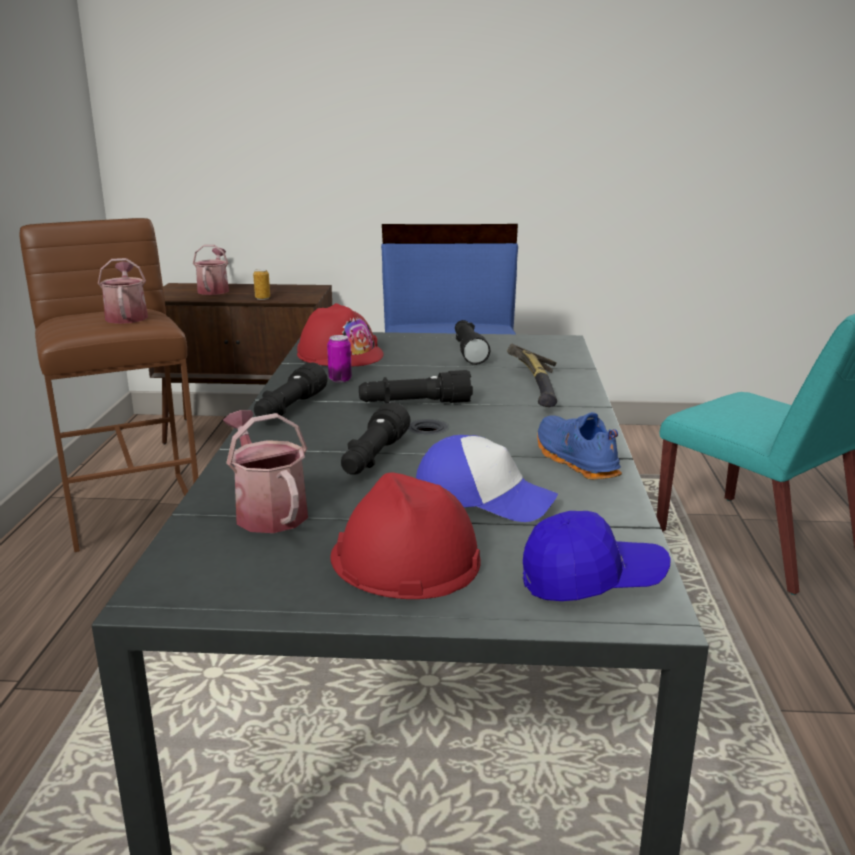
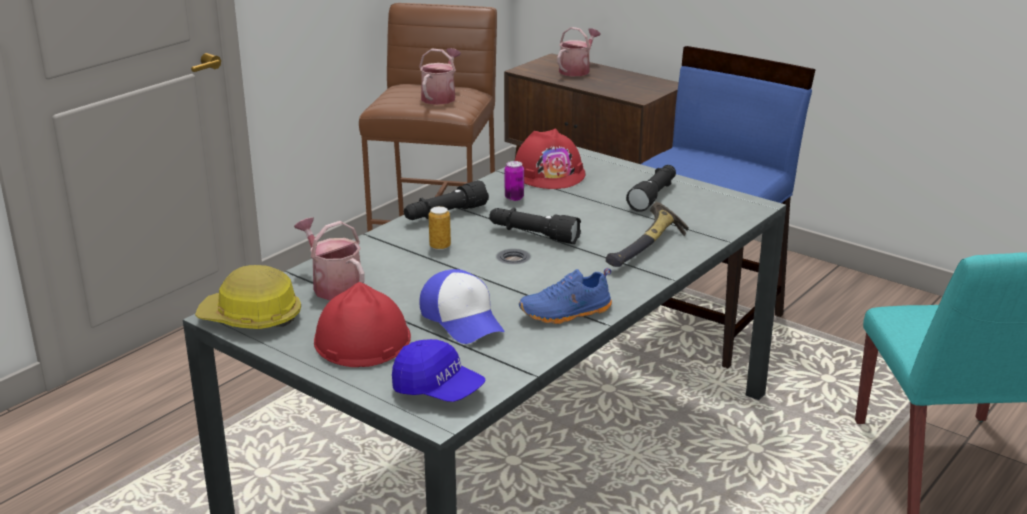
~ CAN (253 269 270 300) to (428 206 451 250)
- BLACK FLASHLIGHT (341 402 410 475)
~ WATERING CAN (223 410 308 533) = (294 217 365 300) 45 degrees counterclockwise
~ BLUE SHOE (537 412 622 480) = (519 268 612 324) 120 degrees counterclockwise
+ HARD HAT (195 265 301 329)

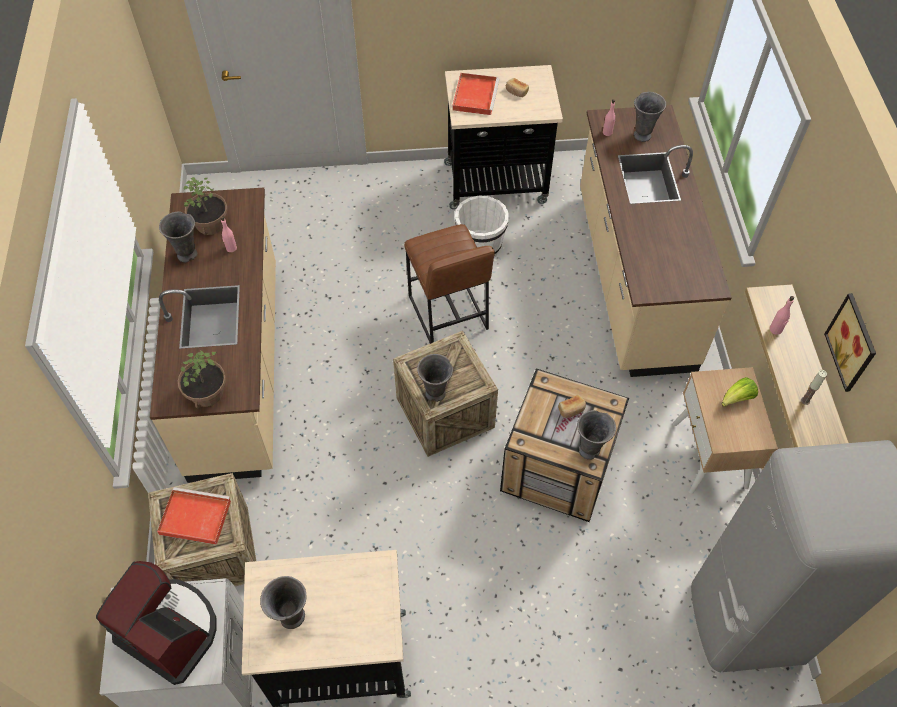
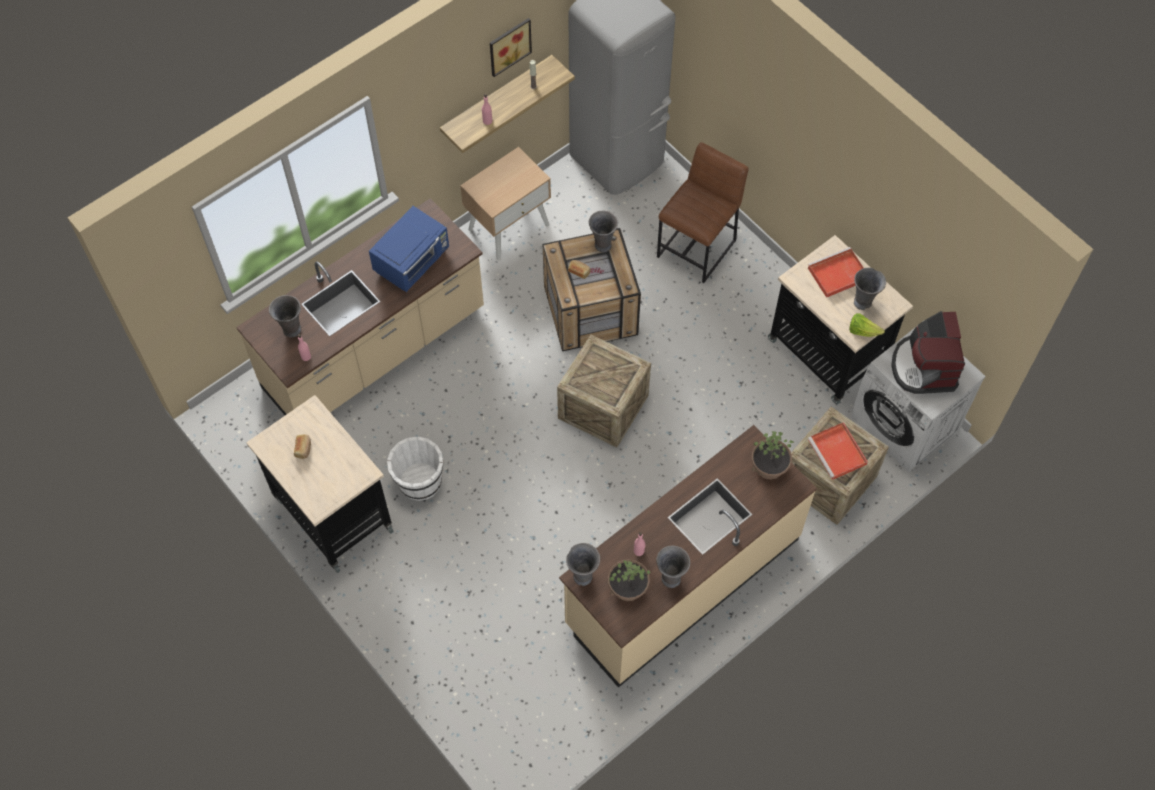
~ RED TRAY (452 73 500 115) to (808 247 864 298)
~ BROWN CHAIR (404 224 495 344) to (657 142 749 283)
~ GREY VASE (417 354 453 402) to (566 543 600 586)
~ LETTUCE (722 377 758 407) to (849 313 885 337)
+ BLUE MICROWAVE (369 206 449 292)

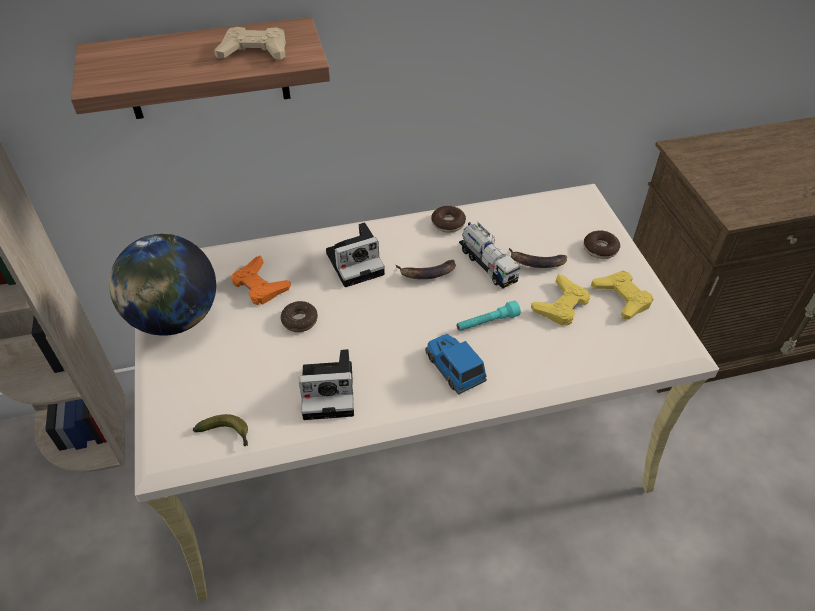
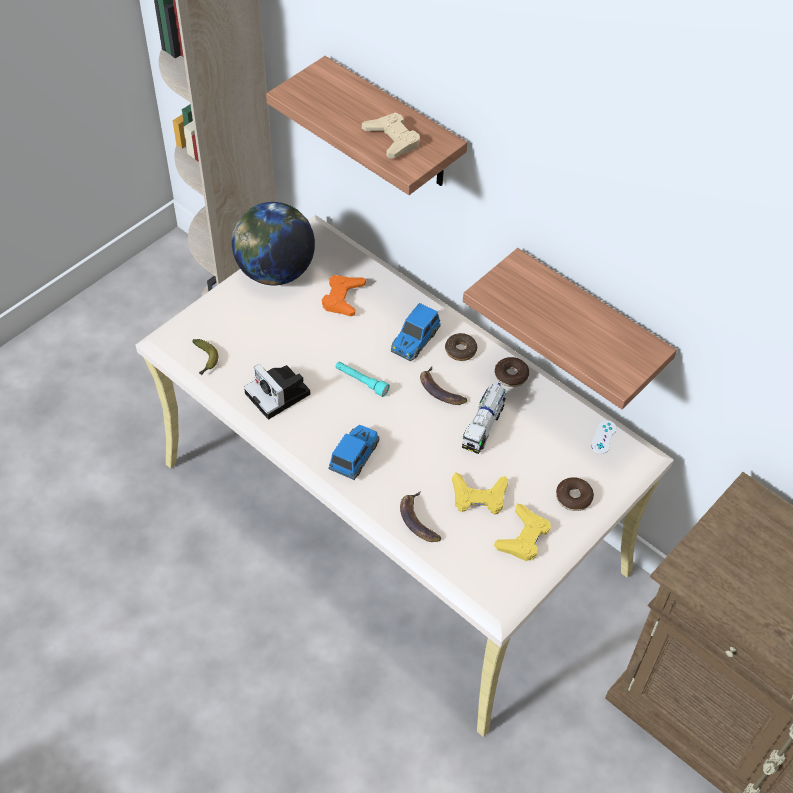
~ PHOTO CAMERA (326 222 385 287) to TOY CAR (391 303 441 361)
~ BANANA (509 248 567 268) to (400 491 441 542)
~ DONUT (281 301 318 332) to (445 333 477 361)
~ TURQUOISE FLASHLIGHT (457 301 521 331) to (335 362 390 397)
+ SHELF (463 248 677 410)
+ WHITE GAME CONTROLLER (591 420 617 454)

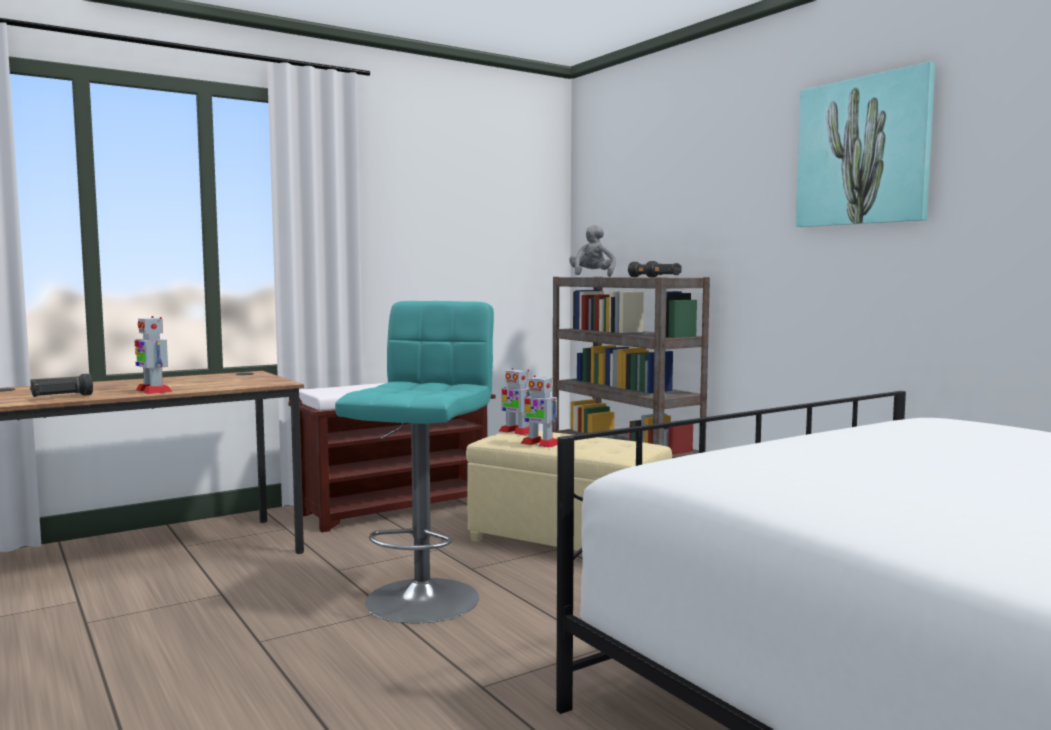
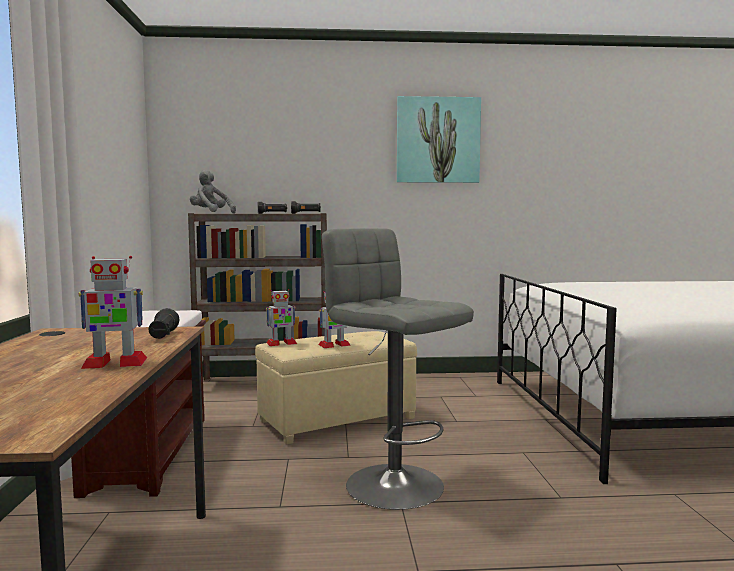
~ TURQUOISE STOOL (335 301 494 623) to GREY STOOL (322 228 474 510)
~ BLACK FLASHLIGHT (30 374 93 397) to (148 308 179 339)

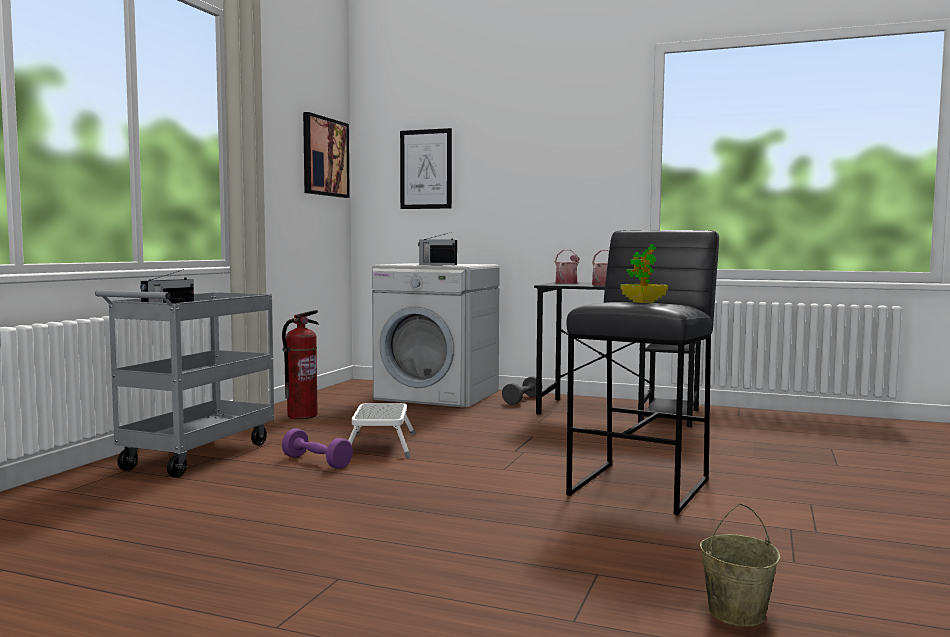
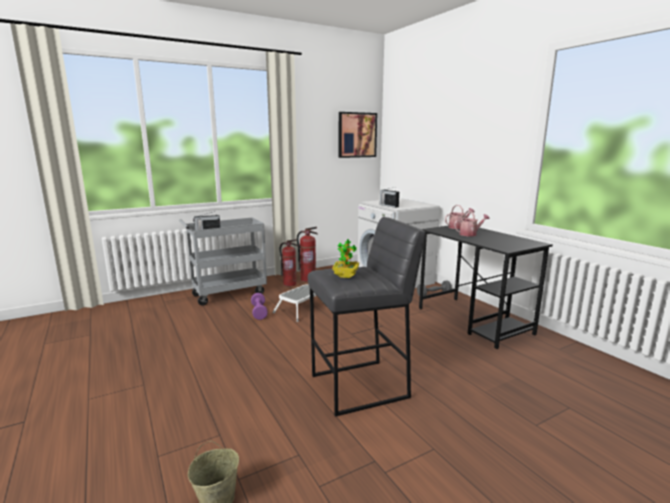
- PICTURE (400 128 452 209)
+ FIRE EXTINGUISHER (279 239 297 286)

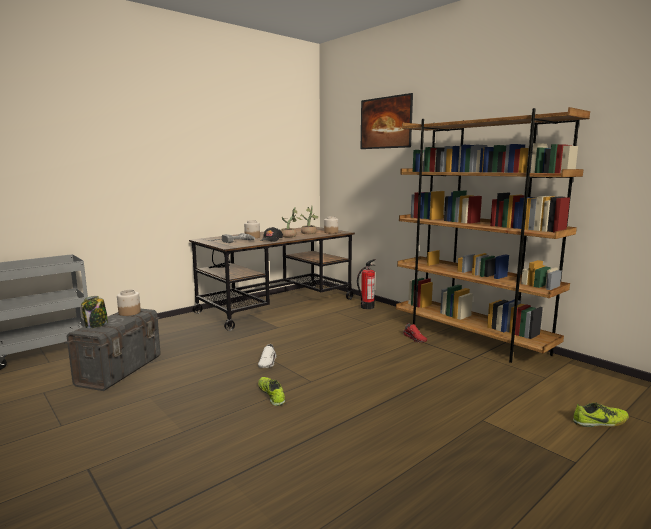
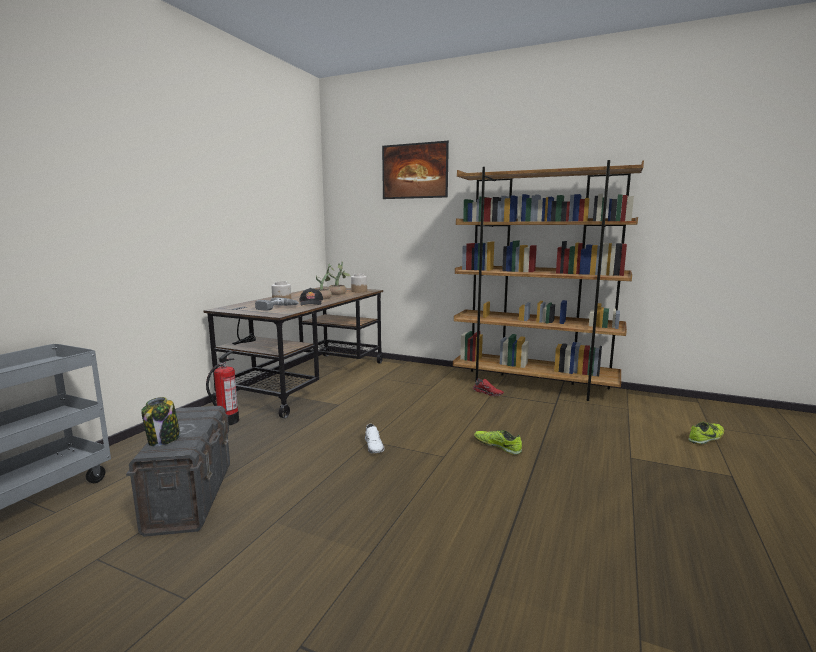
~ FIRE EXTINGUISHER (357 259 376 309) to (206 350 239 425)
- JAR (117 289 141 316)
~ SHOE (258 377 285 406) to (474 430 522 455)

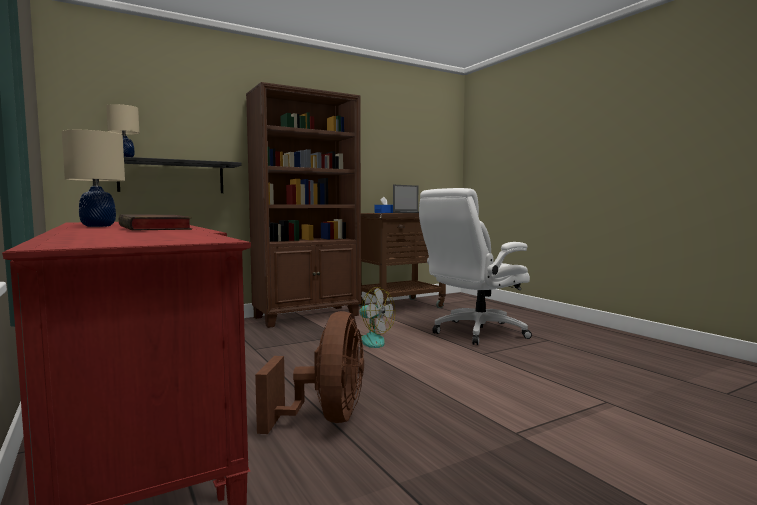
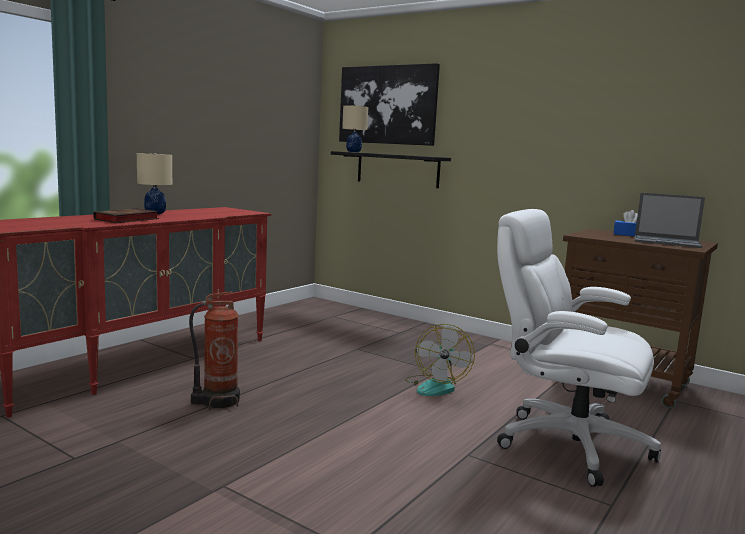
- BROWN BOOKCASE (246 82 361 328)
~ BROWN FAN (255 311 364 434) to FIRE EXTINGUISHER (189 291 240 409)
+ PICTURE (339 63 440 146)

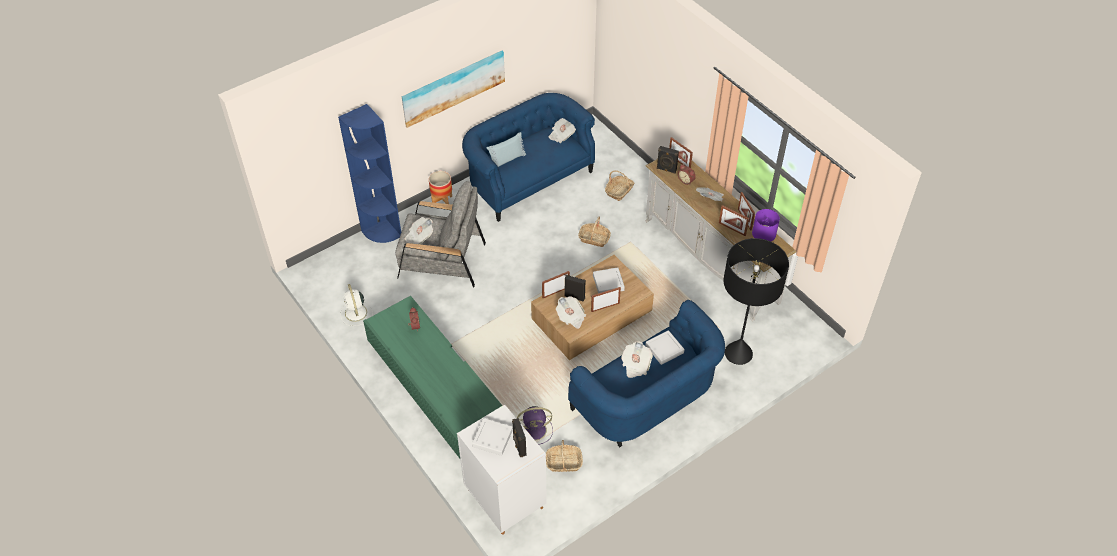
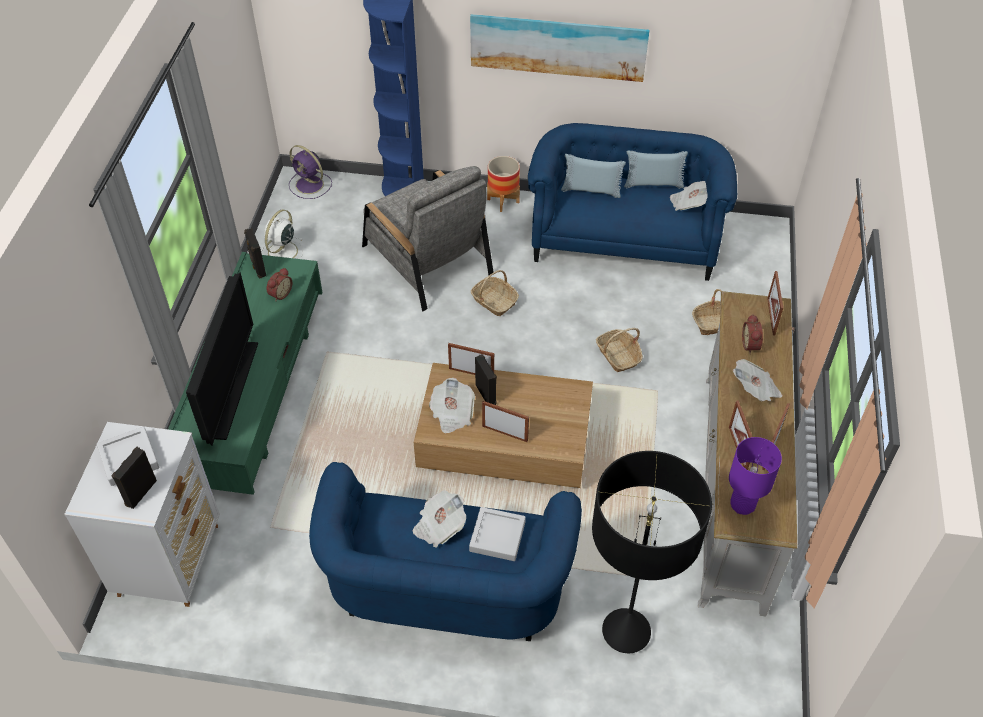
~ BLACK SPEAKER (657 146 679 174) to (244 228 266 278)
- NEWSPAPER (405 217 433 244)
- GREY TRAY (593 267 625 293)
~ PURPLE FAN (517 406 553 445) to (289 145 332 199)
~ BASKET (546 440 583 472) to (471 270 519 316)
+ BLUE PILLOW (624 150 688 189)
+ TELEVISION (186 272 258 445)

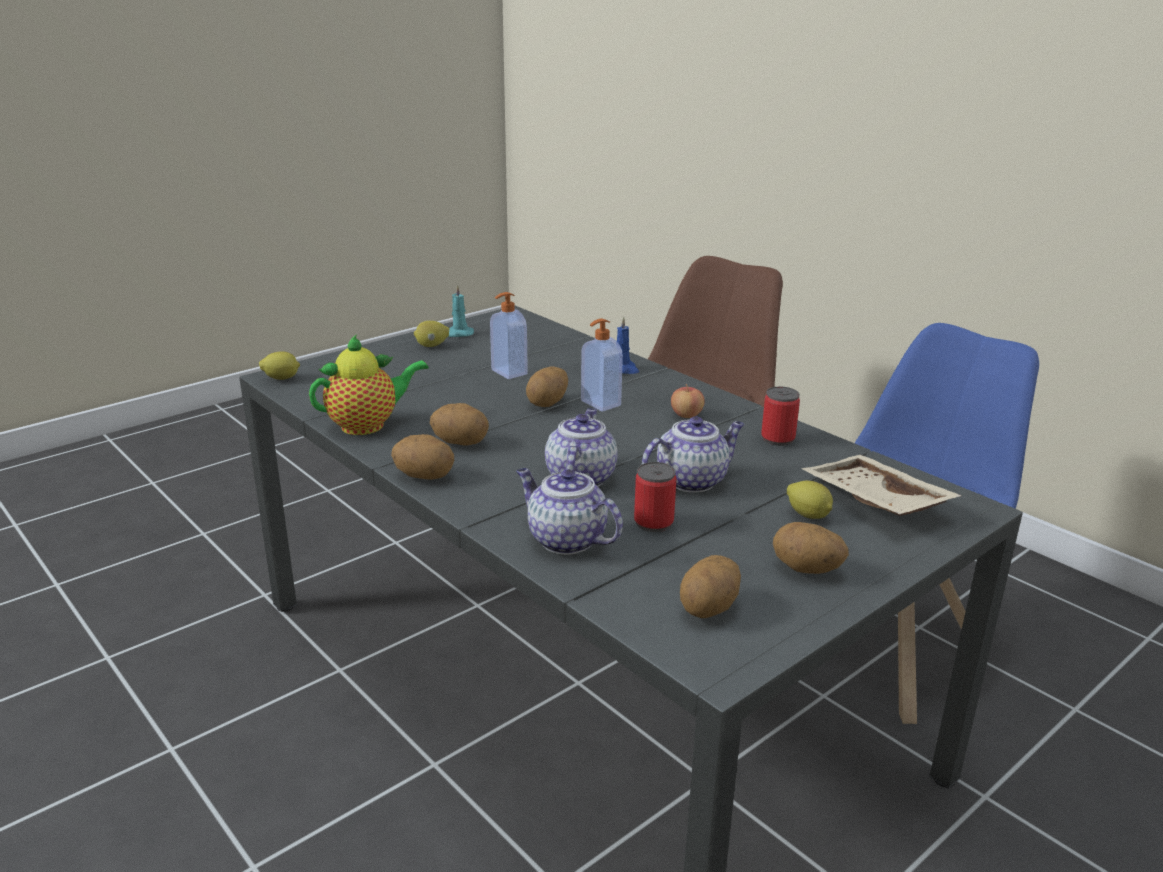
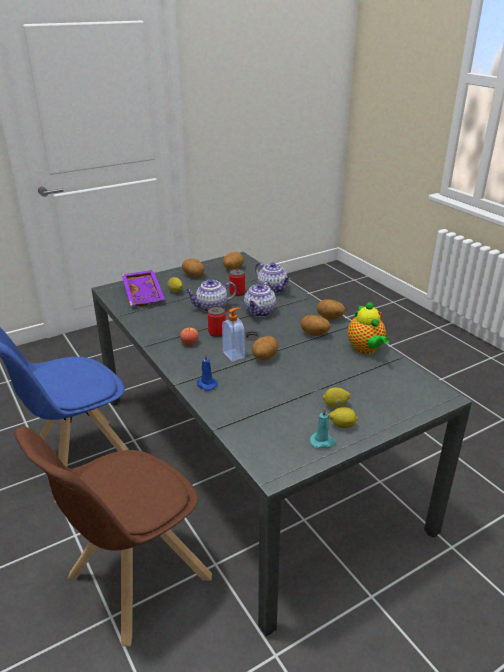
- SOAP DISPENSER (490 292 528 379)
~ TEAPOT (309 334 429 435) = (348 301 390 354) 90 degrees counterclockwise
~ LEMON (259 351 300 380) to (323 388 350 408)
~ CAN (761 387 800 446) to (208 306 226 337)
~ BEIGE TRAY (801 455 962 516) to PURPLE TRAY (122 270 165 306)

